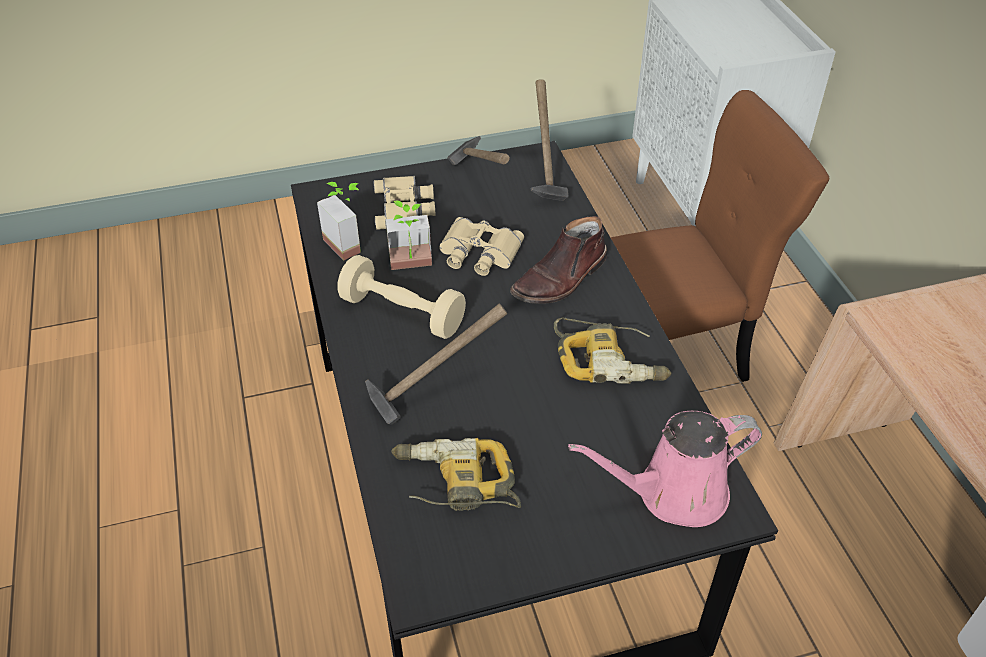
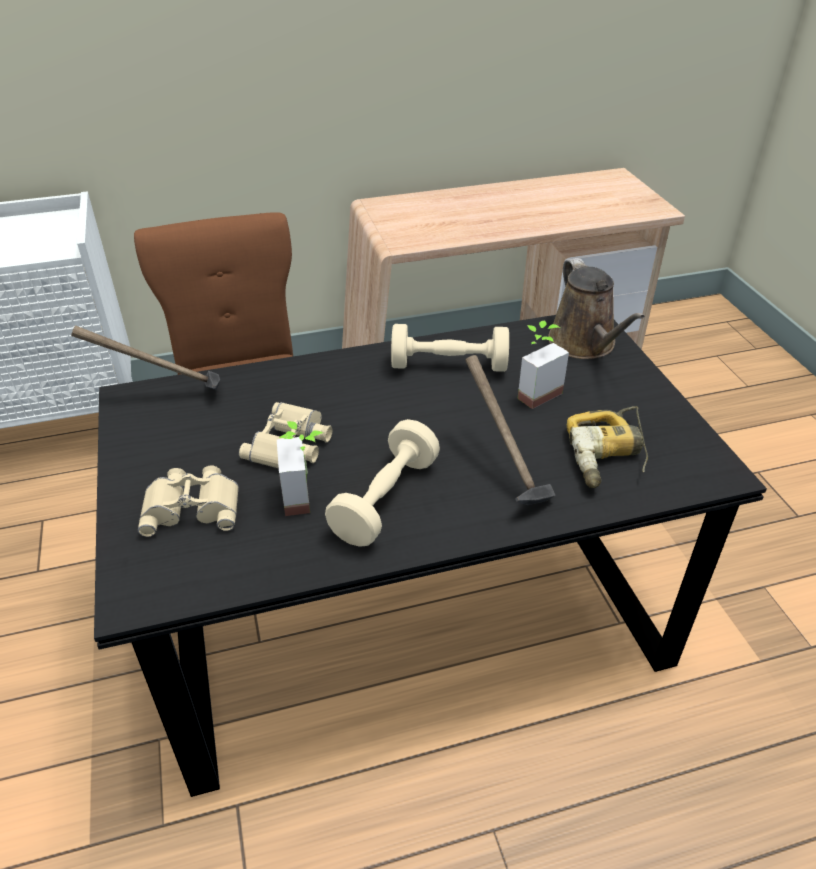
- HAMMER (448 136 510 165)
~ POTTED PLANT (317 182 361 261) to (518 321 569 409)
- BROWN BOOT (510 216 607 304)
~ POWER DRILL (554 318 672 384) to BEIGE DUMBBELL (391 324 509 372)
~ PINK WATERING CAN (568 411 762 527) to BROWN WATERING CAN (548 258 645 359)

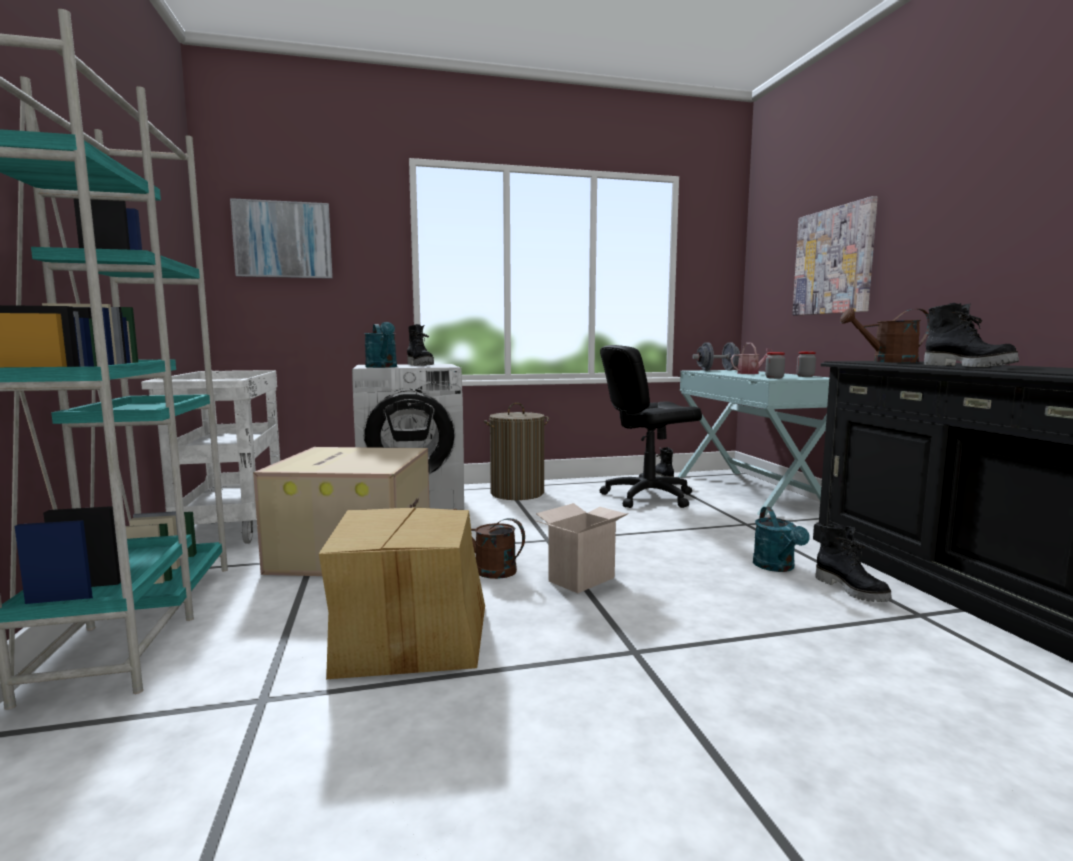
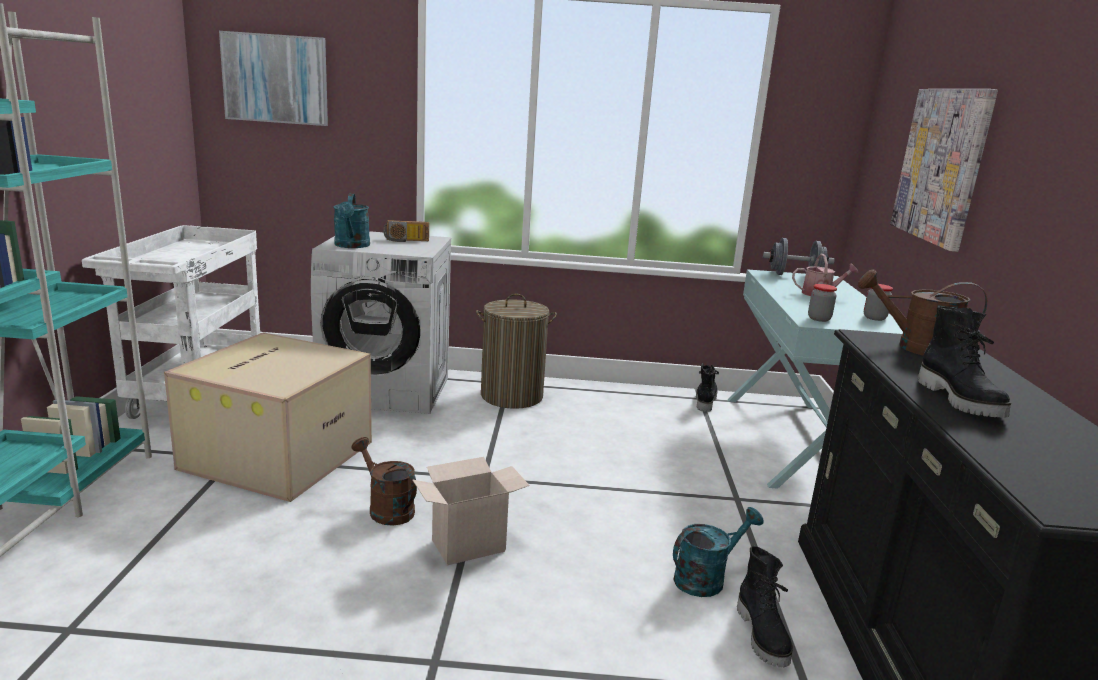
~ BLACK BOOT (407 324 434 366) to RADIO (383 220 429 242)
- BLACK OFFICE CHAIR (599 345 702 508)
- CARDBOARD BOX (319 507 485 679)
~ TURQUOISE WATERING CAN (753 507 810 572) = (673 507 764 597) 135 degrees counterclockwise

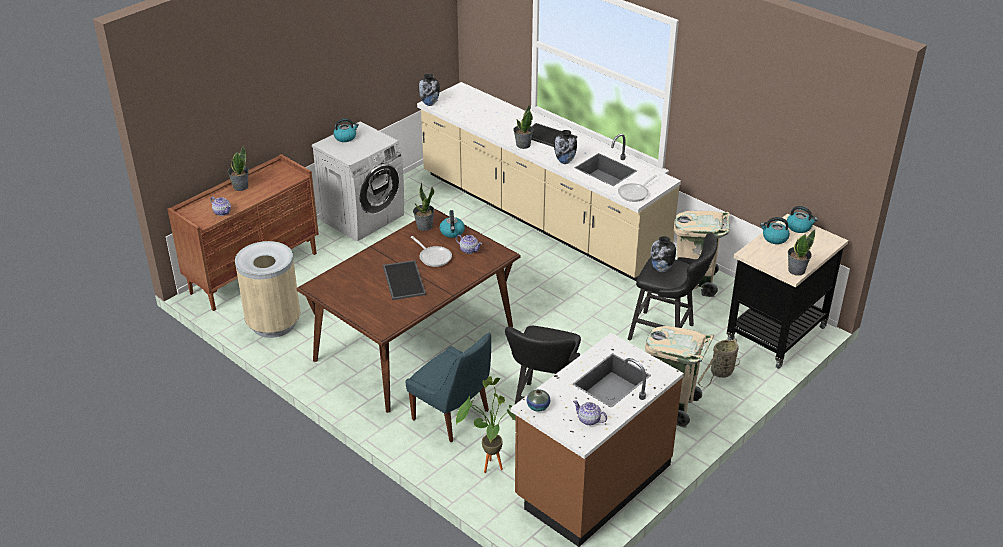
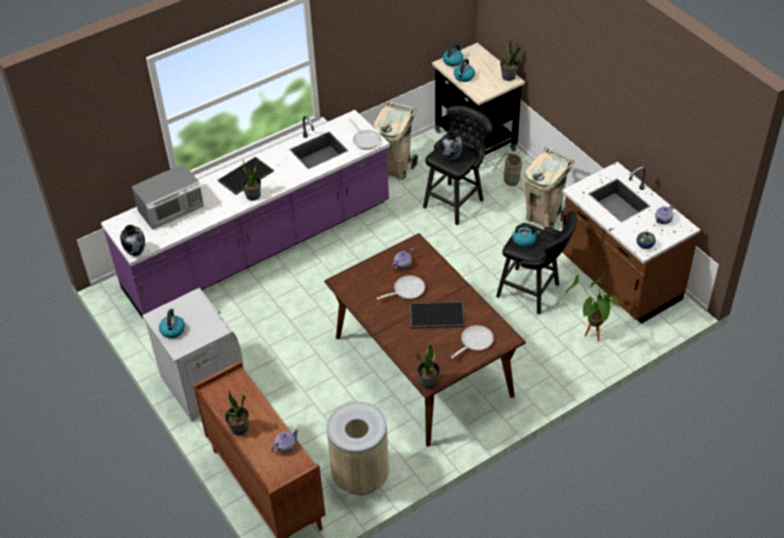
~ BEIGE COUNTER (417 82 681 281) to PURPLE COUNTER (101 110 390 319)
- VASE (554 130 577 164)
~ POTTED PLANT (413 183 435 231) to (417 343 440 389)
~ KETTLE (440 210 465 238) to (513 224 540 247)
- BLUE CHAIR (405 332 491 442)
+ MICROWAVE (132 164 204 230)
+ FRYING PAN (451 325 494 358)

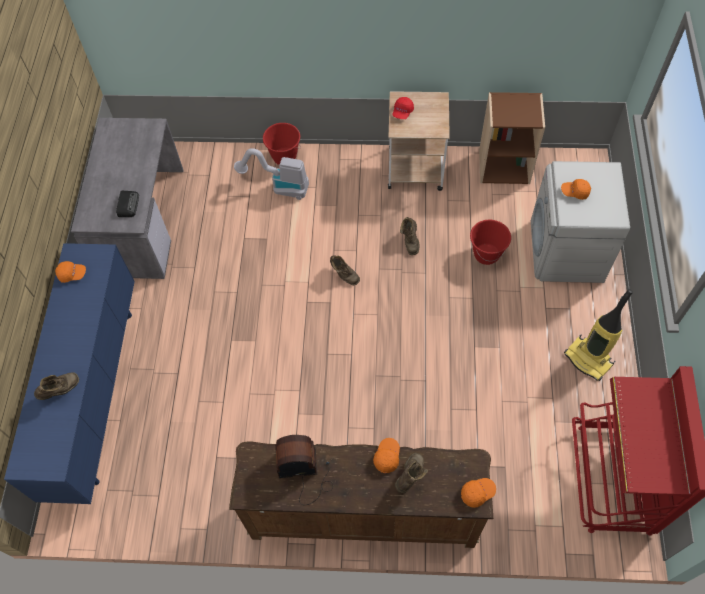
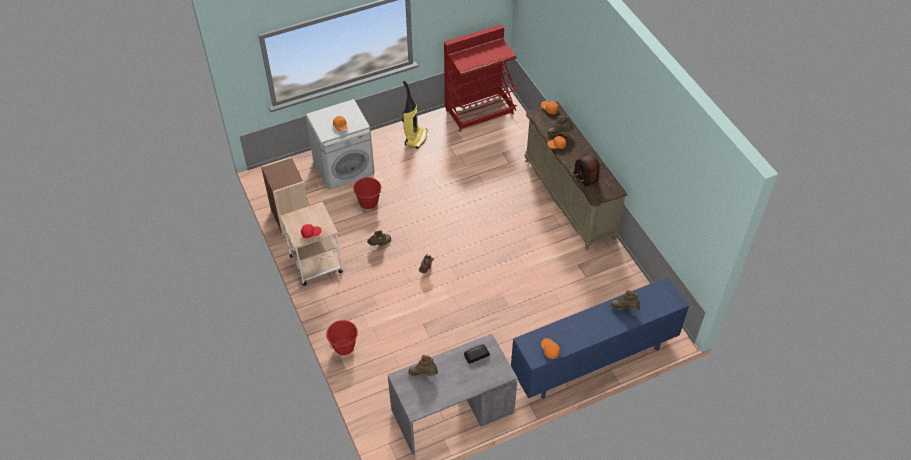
- VACUUM CLEANER (234 148 309 200)
+ BROWN BOOT (408 355 438 376)

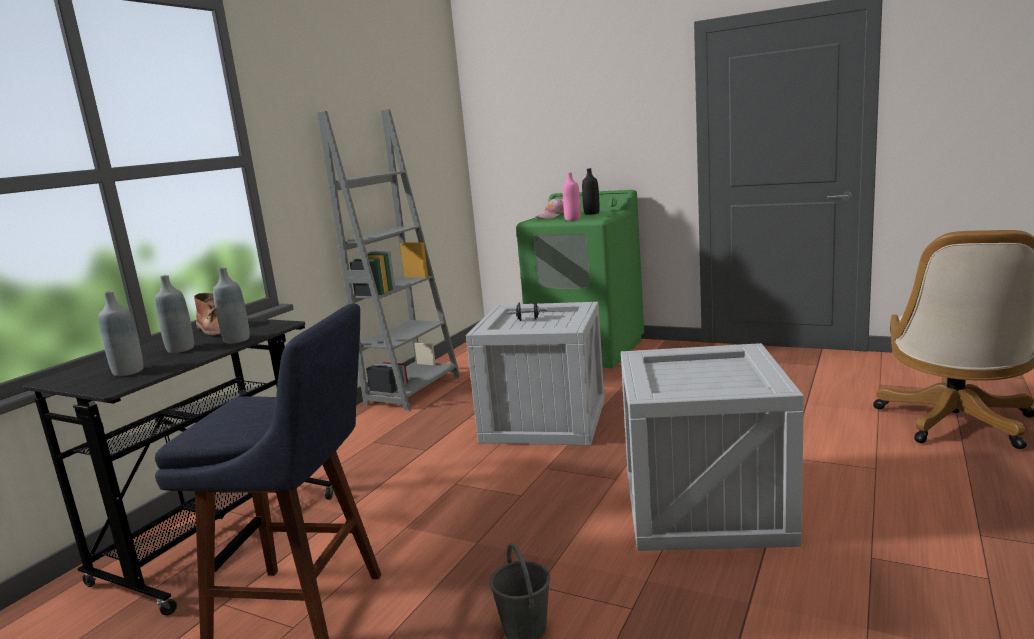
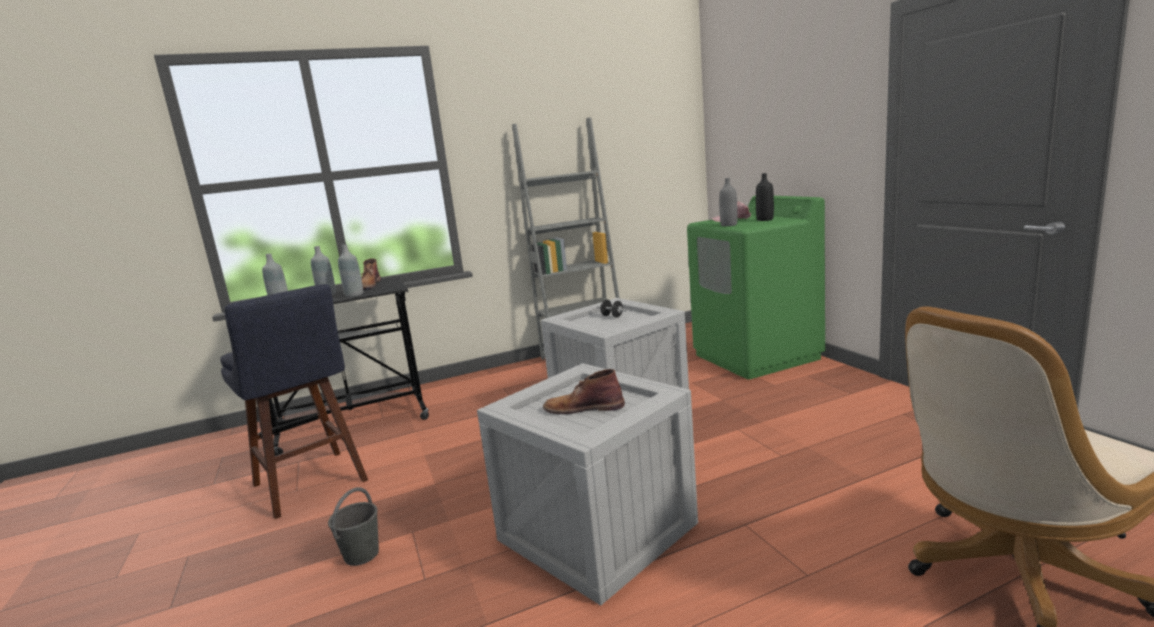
~ PINK BOTTLE (563 172 581 221) to GREY BOTTLE (719 178 738 226)
+ BROWN BOOT (543 369 625 414)

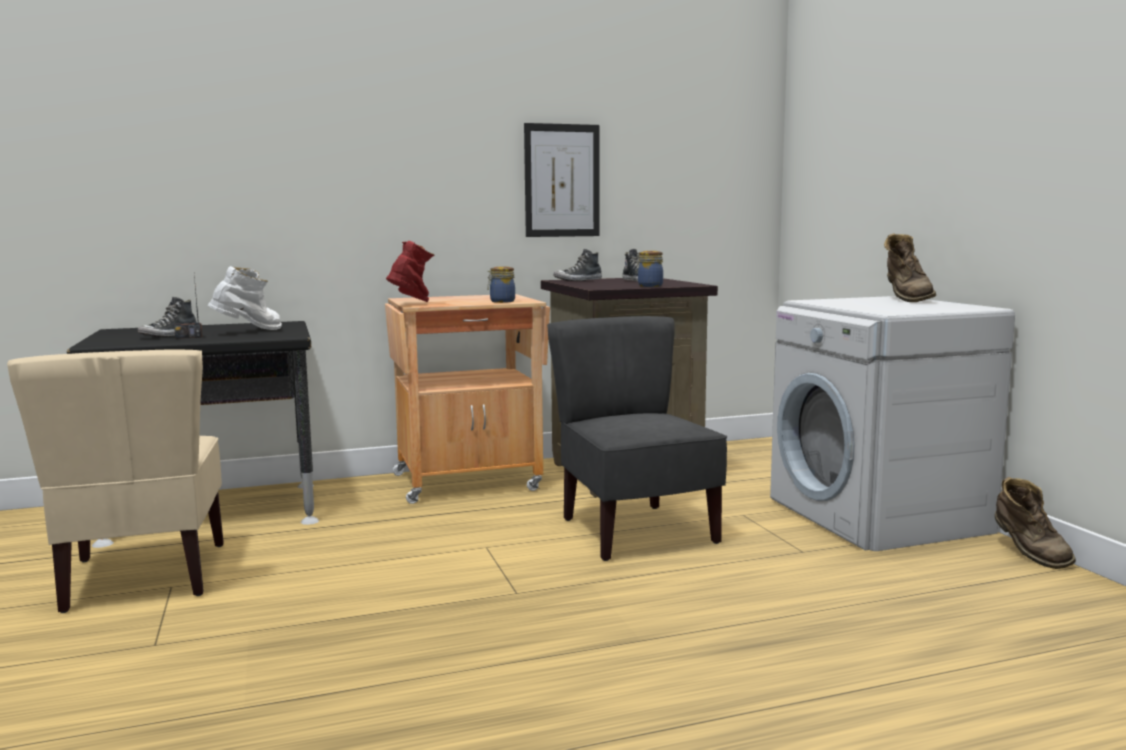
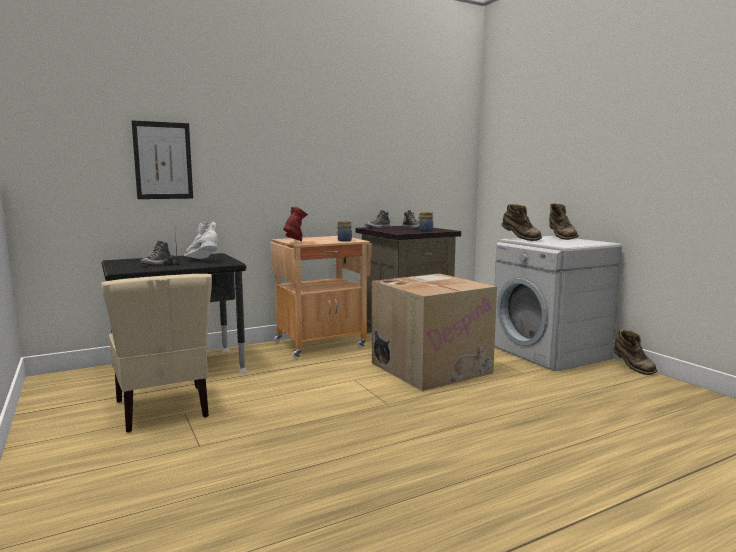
~ PICTURE (524 123 600 237) to (132 120 193 199)
~ WHITE BOOT (208 266 282 330) = (184 222 217 259) 75 degrees counterclockwise
~ GREY CHAIR (547 316 727 561) to CARDBOARD BOX (372 273 497 391)
+ BROWN BOOT (502 204 542 241)

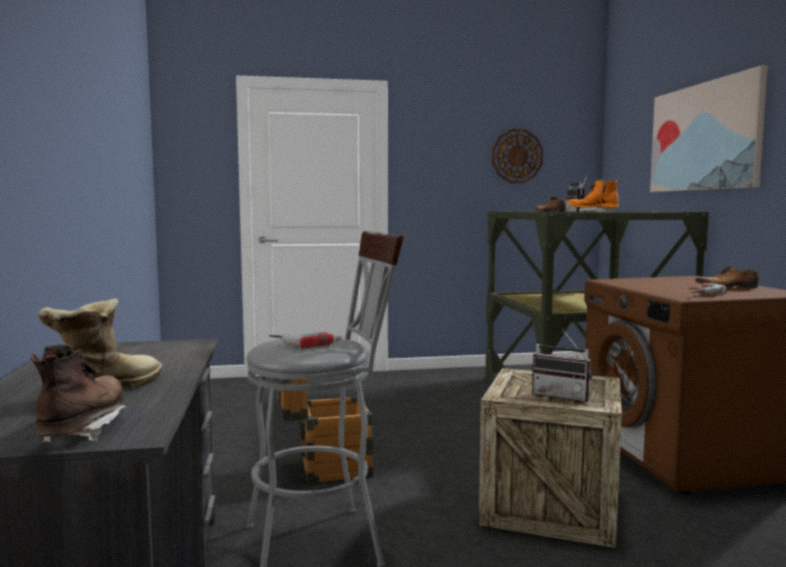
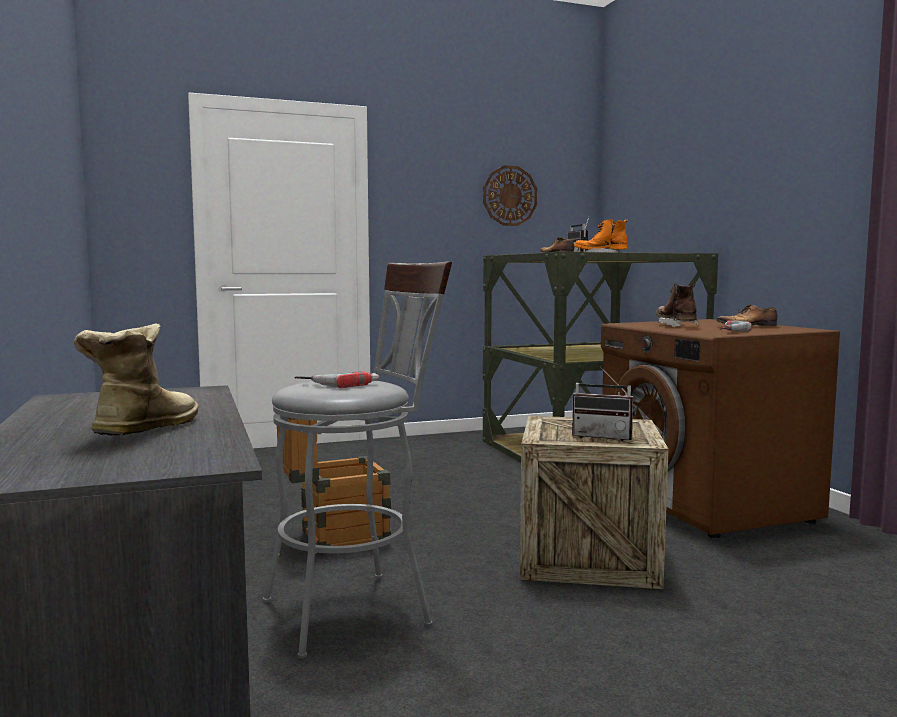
- PICTURE (650 65 768 192)
~ BROWN BOOT (30 345 127 442) to (656 283 699 327)

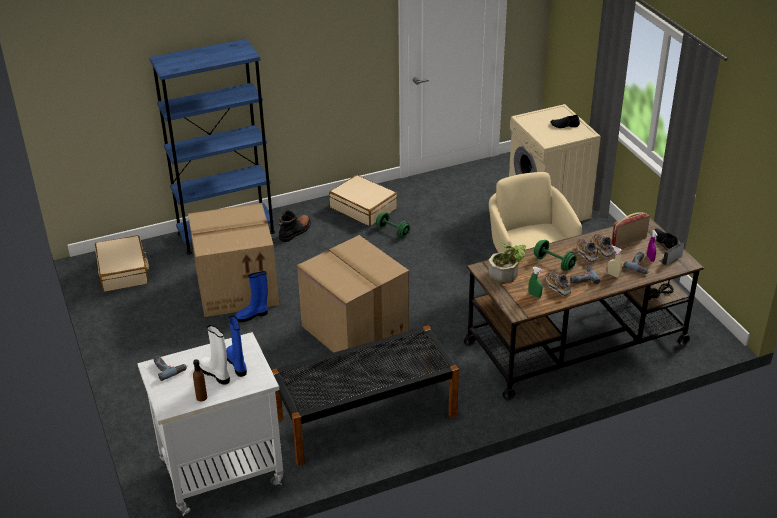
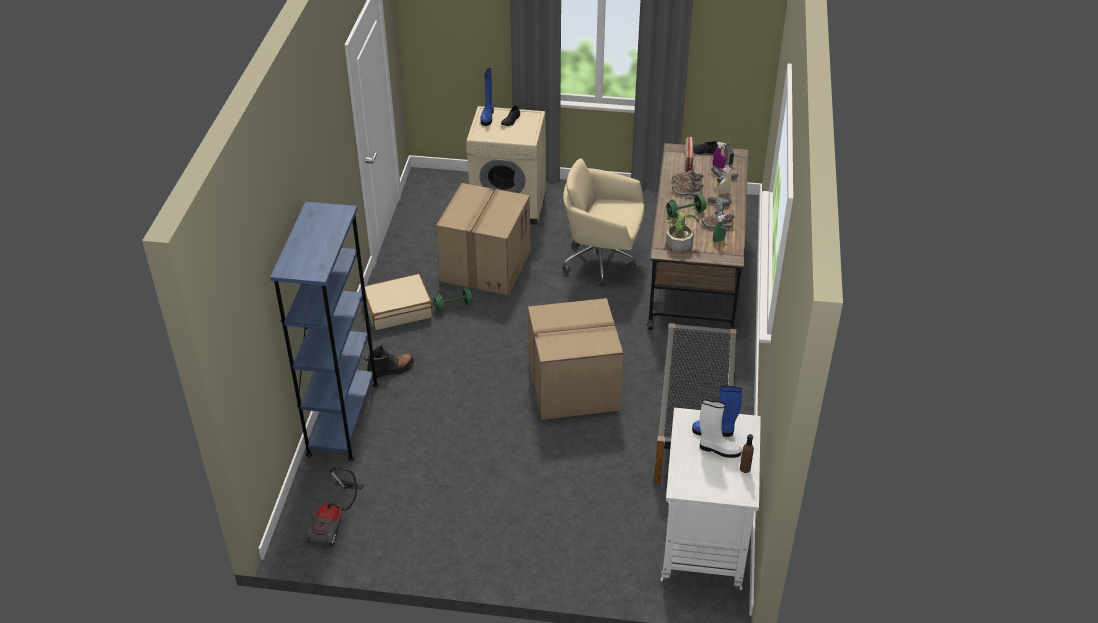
~ CARDBOARD BOX (188 203 279 317) to (436 183 530 296)
~ BLACK BOOT (278 210 311 242) = (364 346 414 378) 90 degrees clockwise
~ BEIGE SUITCASE (95 235 149 292) to VACUUM CLEANER (304 466 364 548)
~ BLUE BOOT (235 271 268 322) to (480 68 494 126)
~ WHITE BOOT (199 325 230 385) = (700 399 742 458) 150 degrees counterclockwise
- POWER DRILL (153 356 187 381)

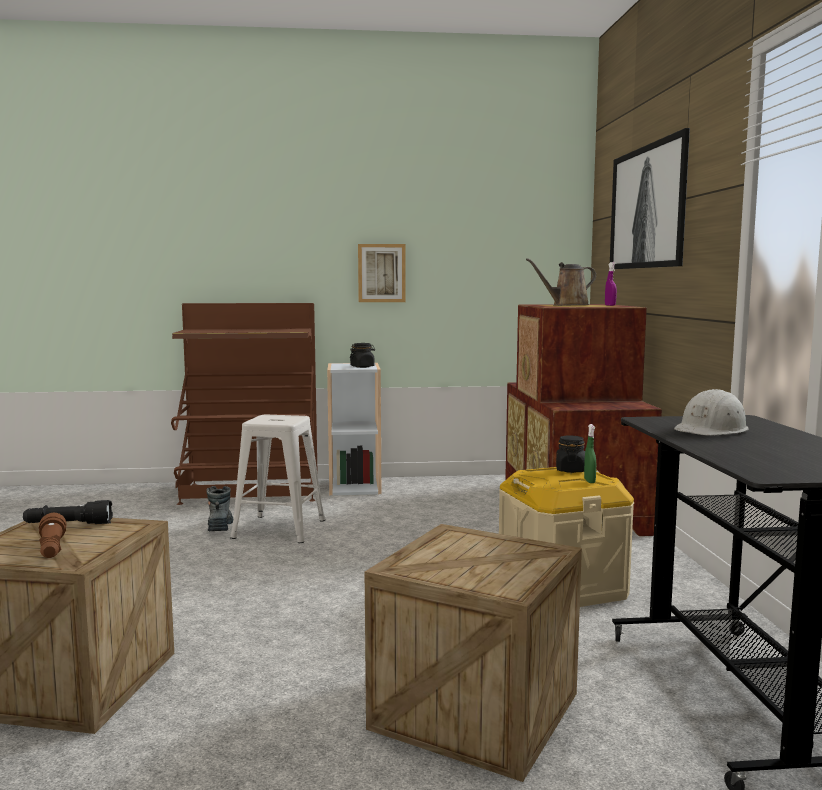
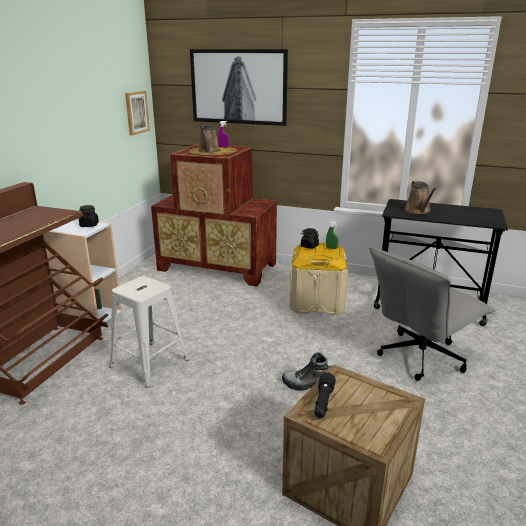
~ PICTURE (358 244 406 302) to (125 91 150 135)
~ WHITE HARD HAT (674 389 749 436) to BROWN WATERING CAN (405 181 437 214)
~ BOOT (207 486 233 531) to (282 352 331 391)
- BROWN FLASHLIGHT (39 513 66 558)
~ CRATE (365 524 582 782) to GREY OFFICE CHAIR (369 247 496 381)

